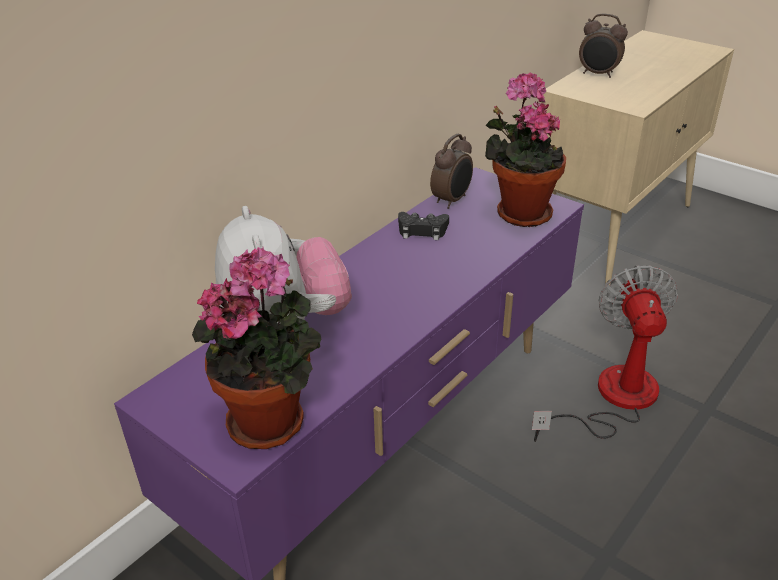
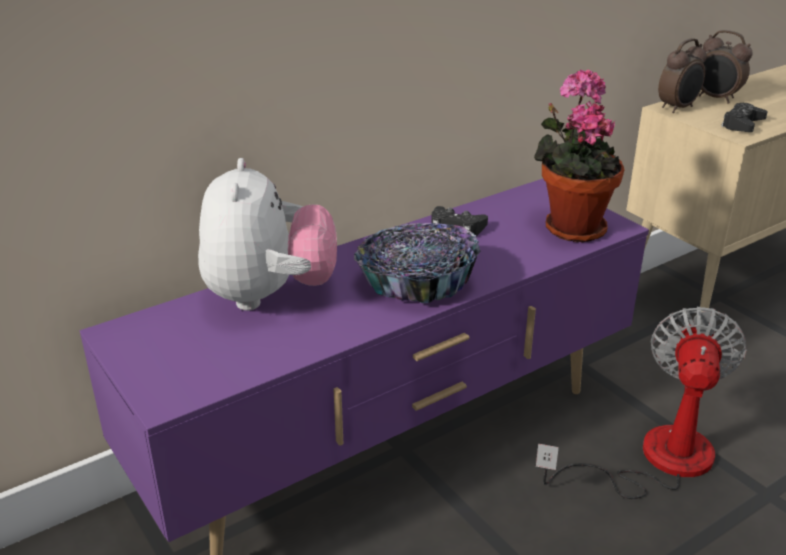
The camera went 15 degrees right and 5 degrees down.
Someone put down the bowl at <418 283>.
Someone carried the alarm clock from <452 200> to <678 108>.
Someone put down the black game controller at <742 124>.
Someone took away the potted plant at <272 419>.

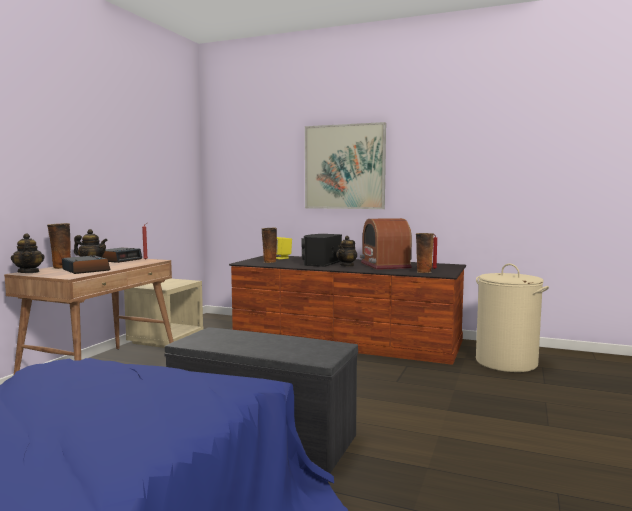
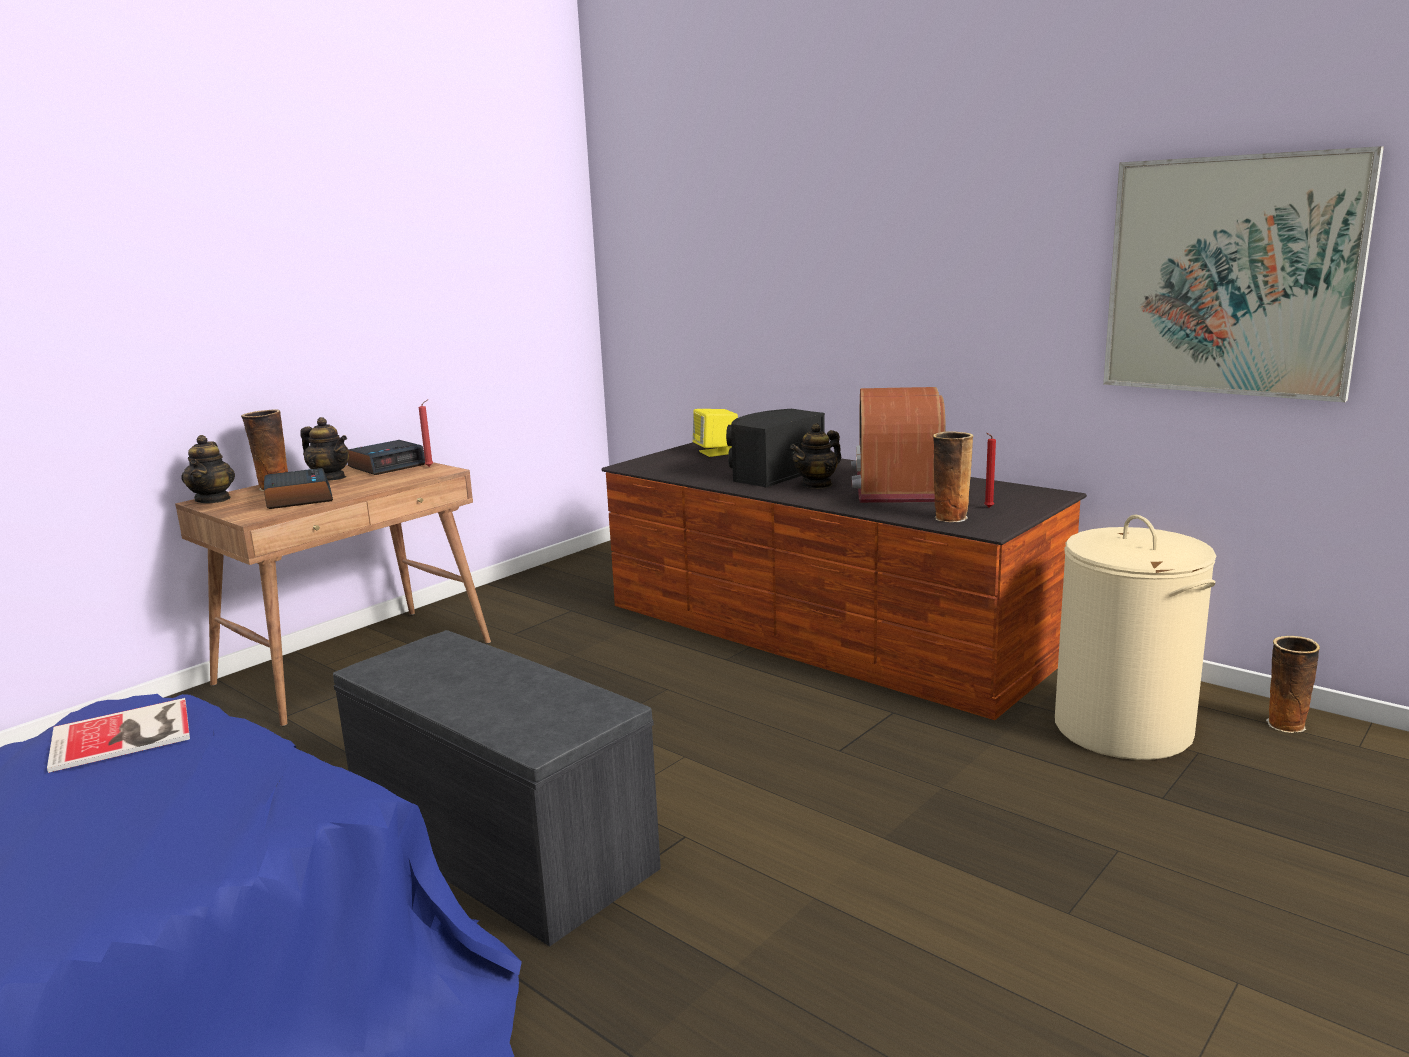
The camera went 20 degrees right and 10 degrees up.
Someone put down the book at <125 735>.
Someone carried the picture from <344 167> to <1231 276>.
Someone carried the vase from <269 262> to <1285 725>.
Someone took away the beige nightstand at <166 339>.

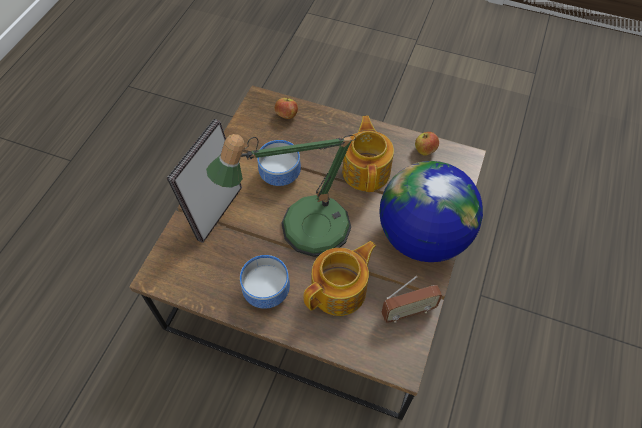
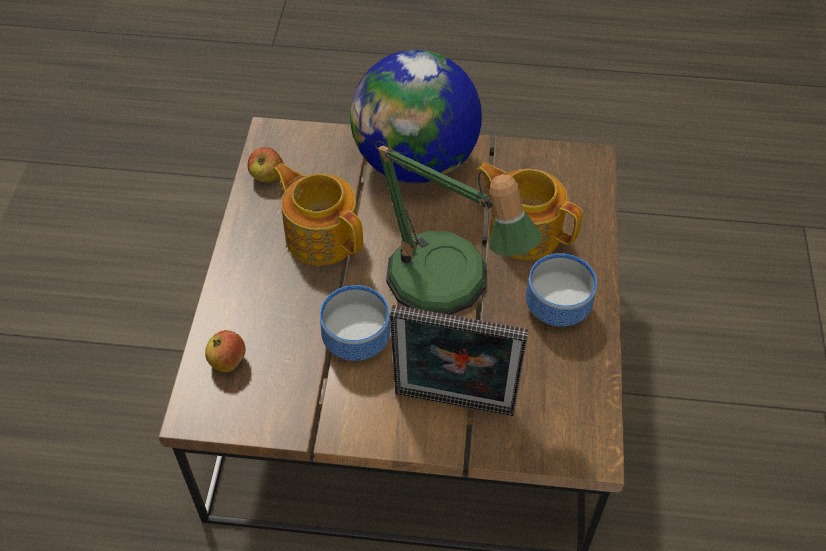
The camera went 105 degrees left and 5 degrees down.
Someone rotated the teapot at <366 170> by 60 degrees clockwise.
Someone took away the radio at <408 312>.

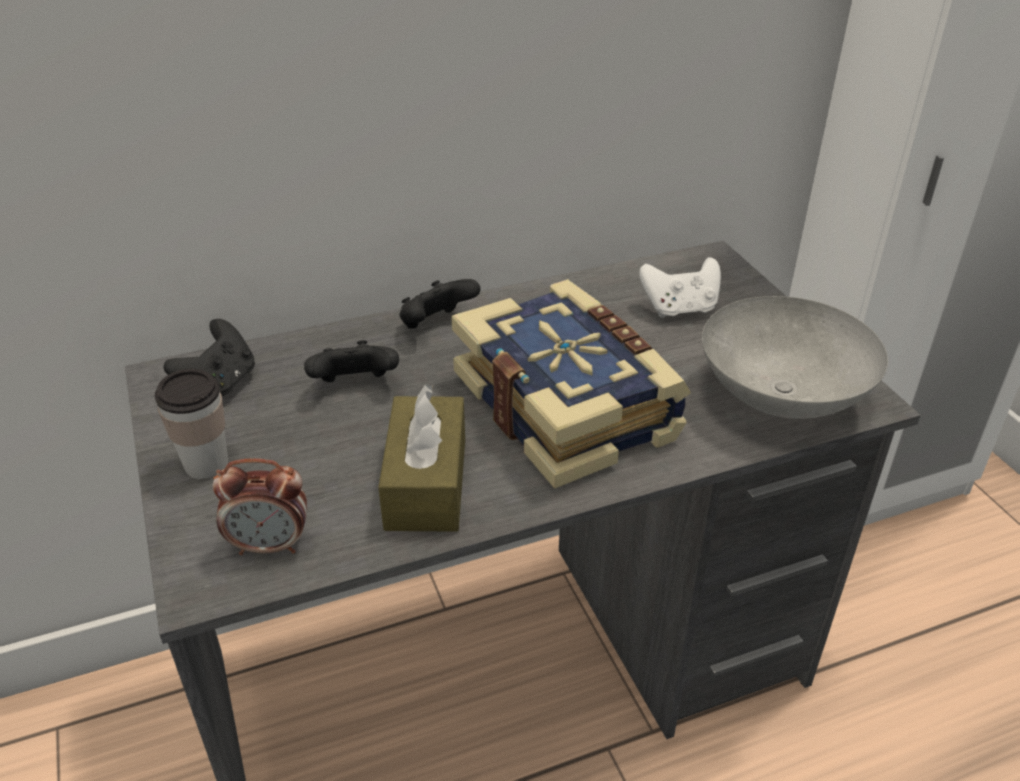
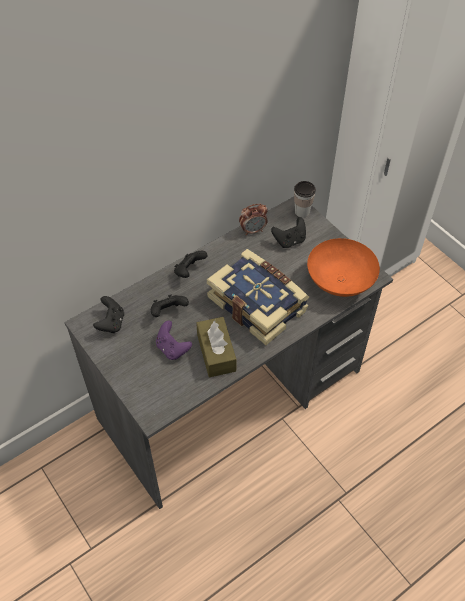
The camera went 15 degrees left and 15 degrees up.
Someone put down the purple game controller at <172 349>.
Someone carried the alarm clock from <270 545> to <253 230>.
Someone repainted the white game controller at <680 309>, which became the black game controller at <289 241>.
Someone carried the cup from <206 464> to <302 212>.
Someone repainted the grey bowl at <781 396>, which became the orange bowl at <340 281>.

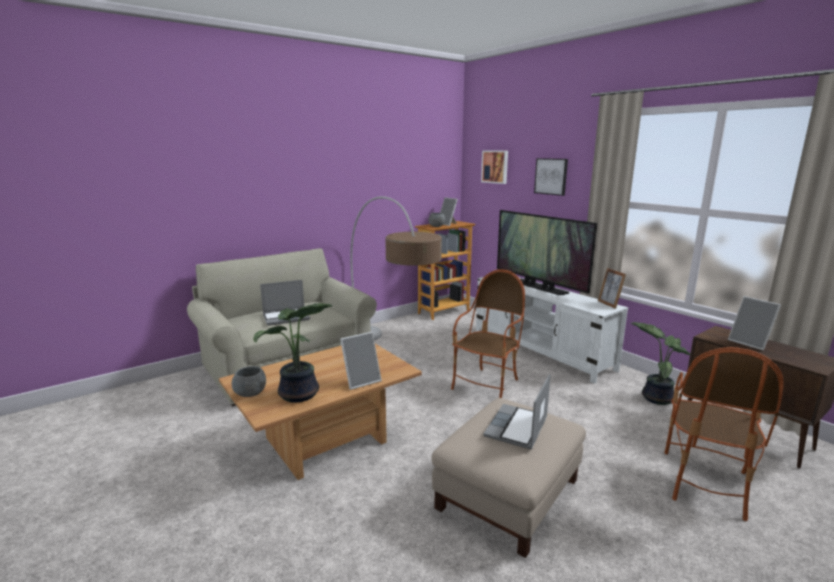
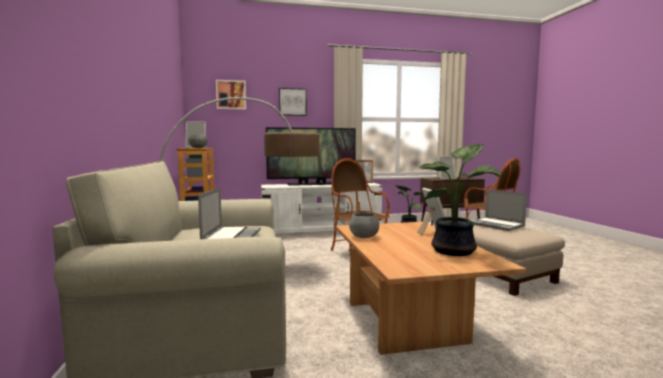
The camera went 65 degrees left and 10 degrees down.
Someone carried the grey bowl from <250 394> to <364 237>.

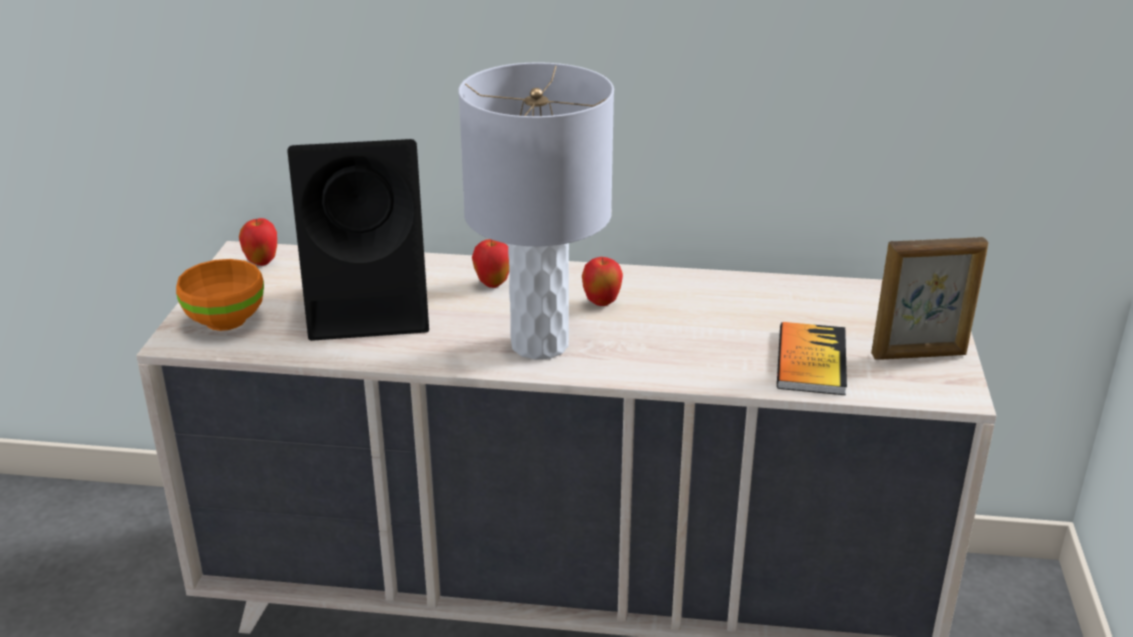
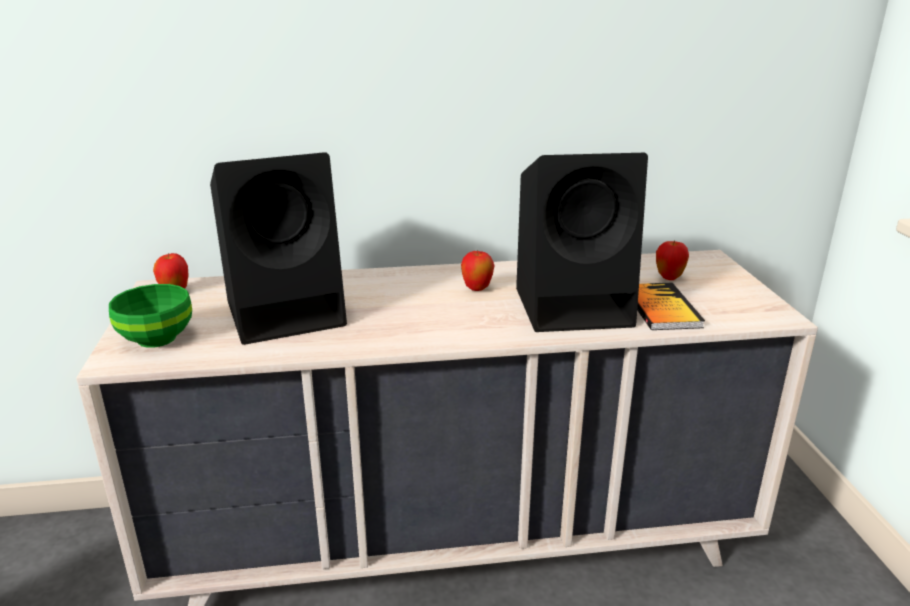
The camera went 15 degrees left and 5 degrees down.
Someone repainted the orange bowl at <225 321>, which became the green bowl at <156 339>.
Someone put down the black speaker at <576 307>.
Someone carried the apple from <493 284> to <669 278>.
Someone took away the grey table lamp at <539 344>.
Someone took away the picture frame at <919 355>.

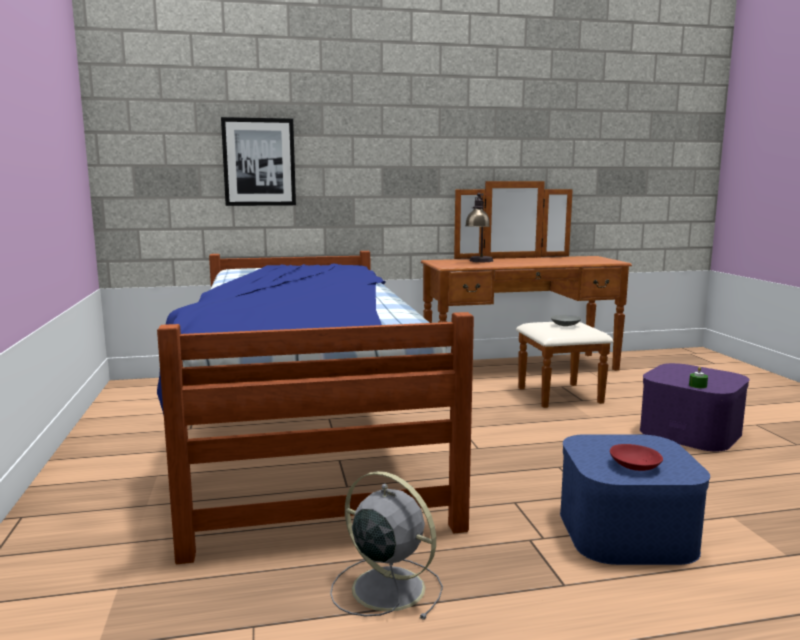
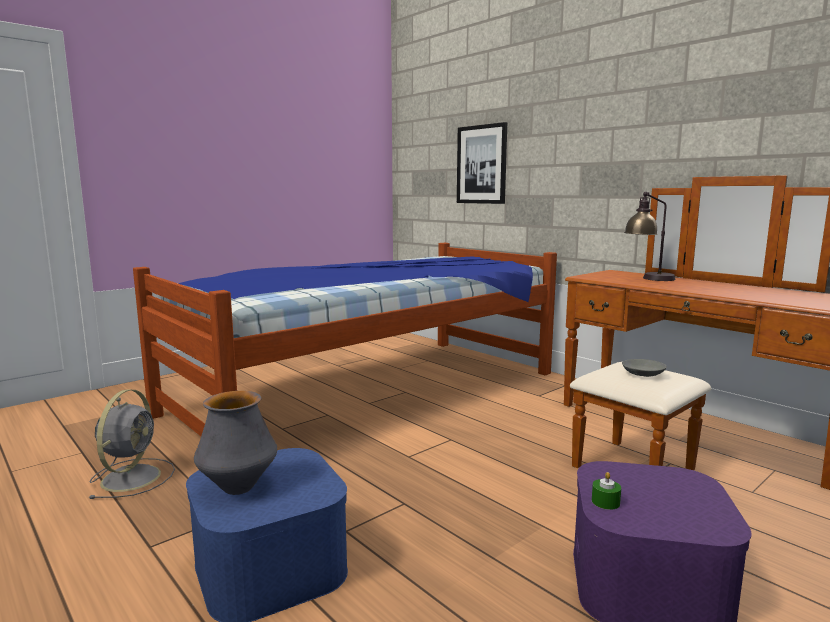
The camera went 60 degrees right and 0 degrees up.
Someone swapped the red bowl at <635 466> for the vase at <238 488>.

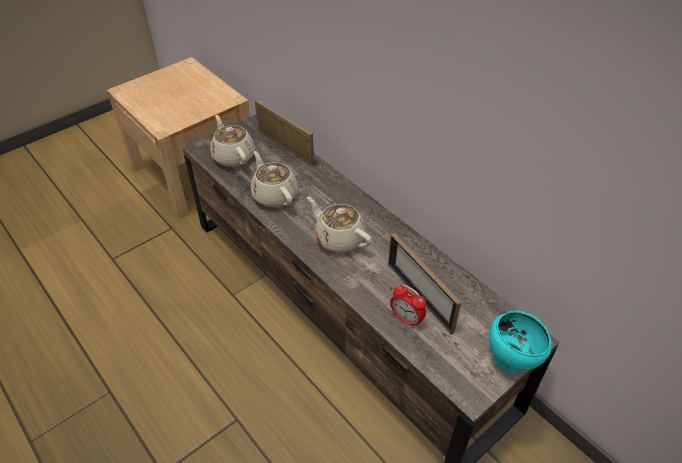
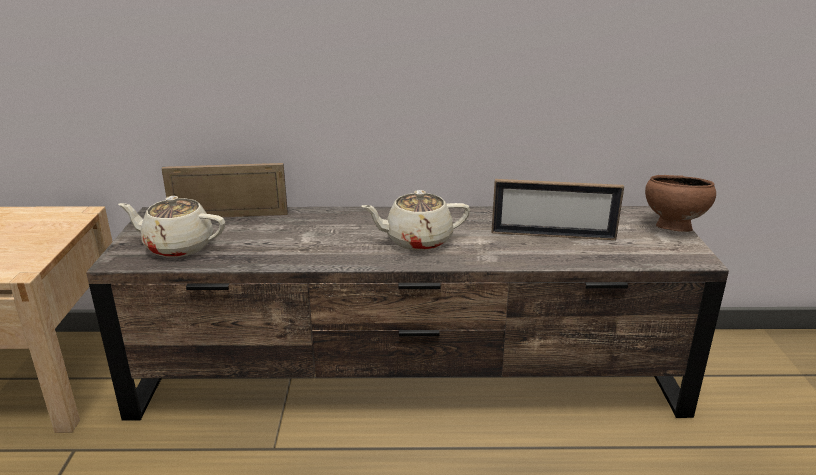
The camera went 50 degrees left and 20 degrees down.
Someone repainted the turquoise bowl at <510 359>, which became the brown bowl at <671 228>.
Someone took away the beige teapot at <274 195>.
Someone took away the alarm clock at <406 319>.

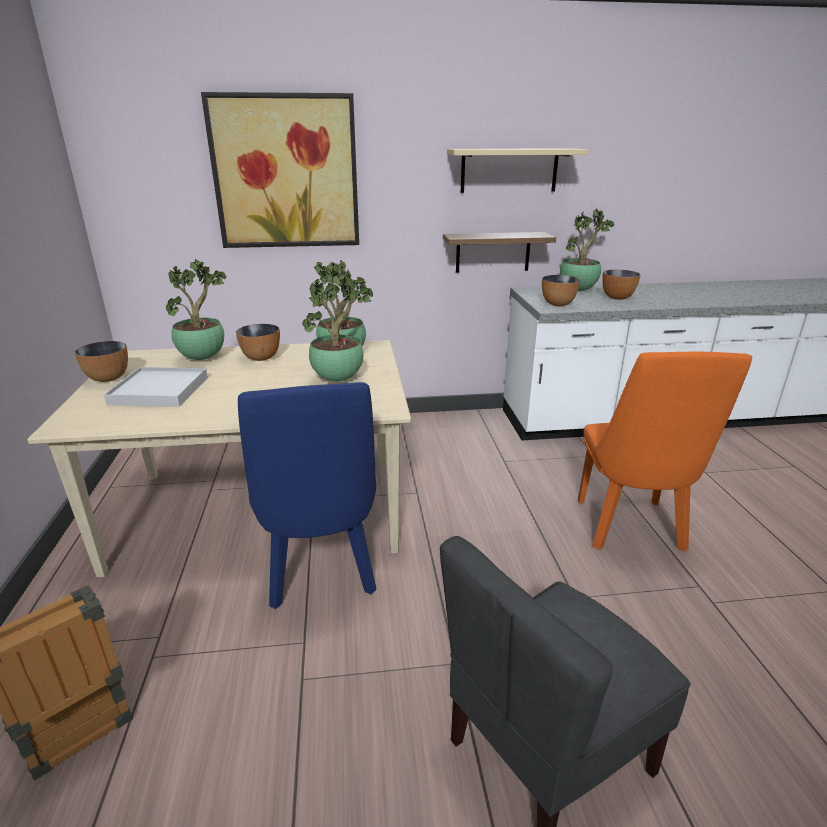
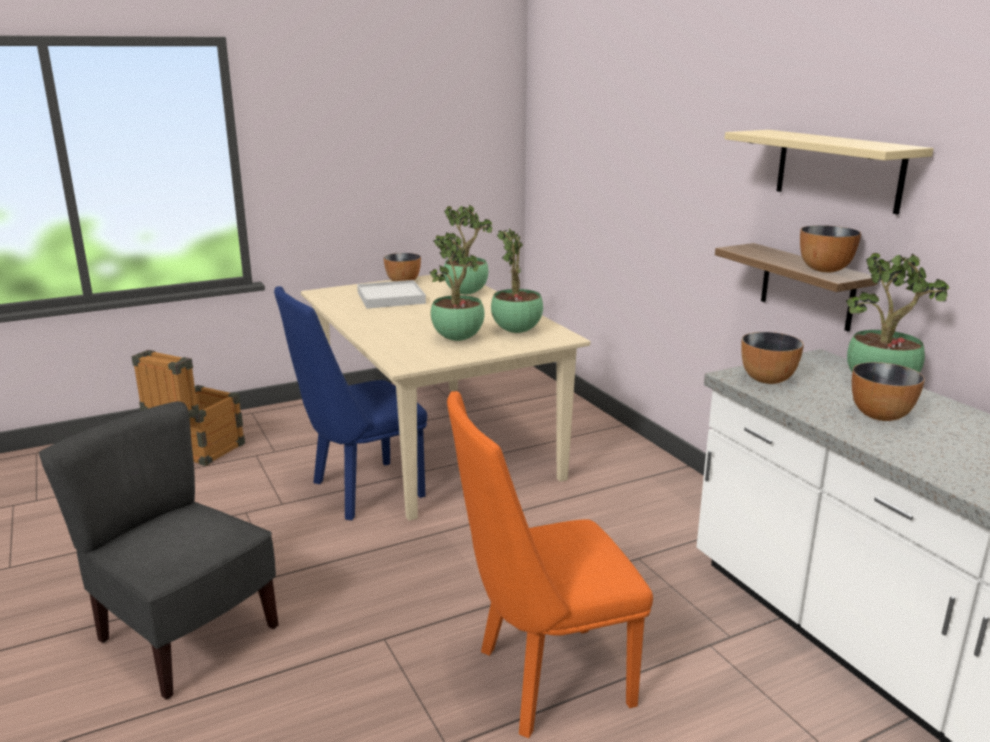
The camera went 70 degrees right and 5 degrees down.
Someone carried the bowl from <261 358> to <825 269>.
Someone took away the picture at <286 173>.

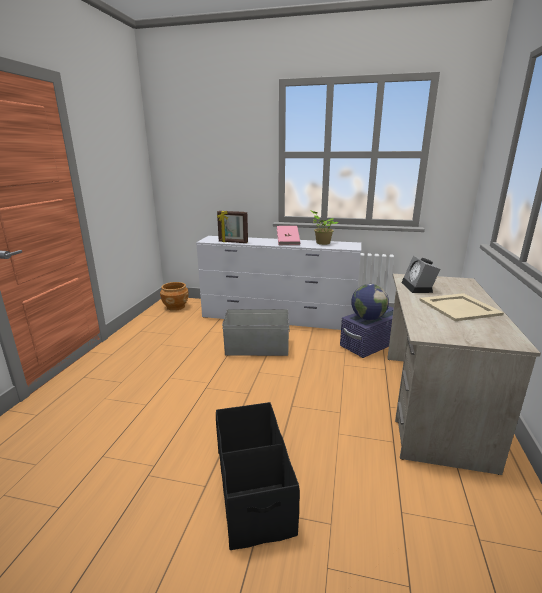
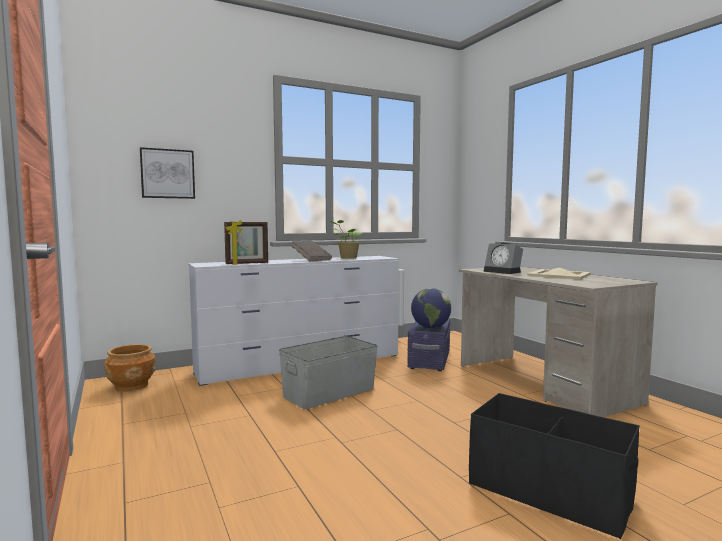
The camera went 40 degrees left and 15 degrees down.
Someone put up the picture at <167 174>.
Someone repainted the pink book at <288 242>, which became the brown book at <311 259>.

